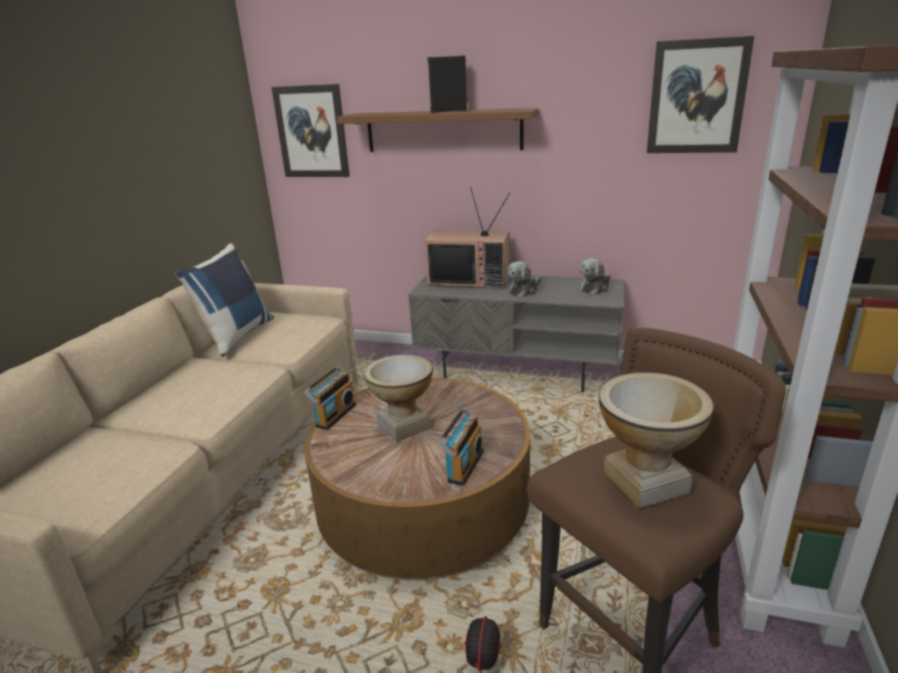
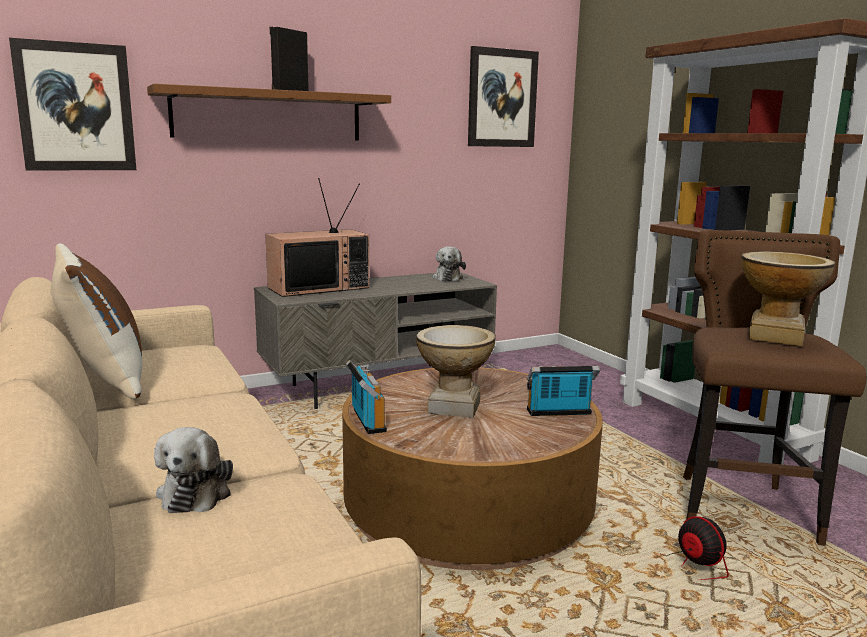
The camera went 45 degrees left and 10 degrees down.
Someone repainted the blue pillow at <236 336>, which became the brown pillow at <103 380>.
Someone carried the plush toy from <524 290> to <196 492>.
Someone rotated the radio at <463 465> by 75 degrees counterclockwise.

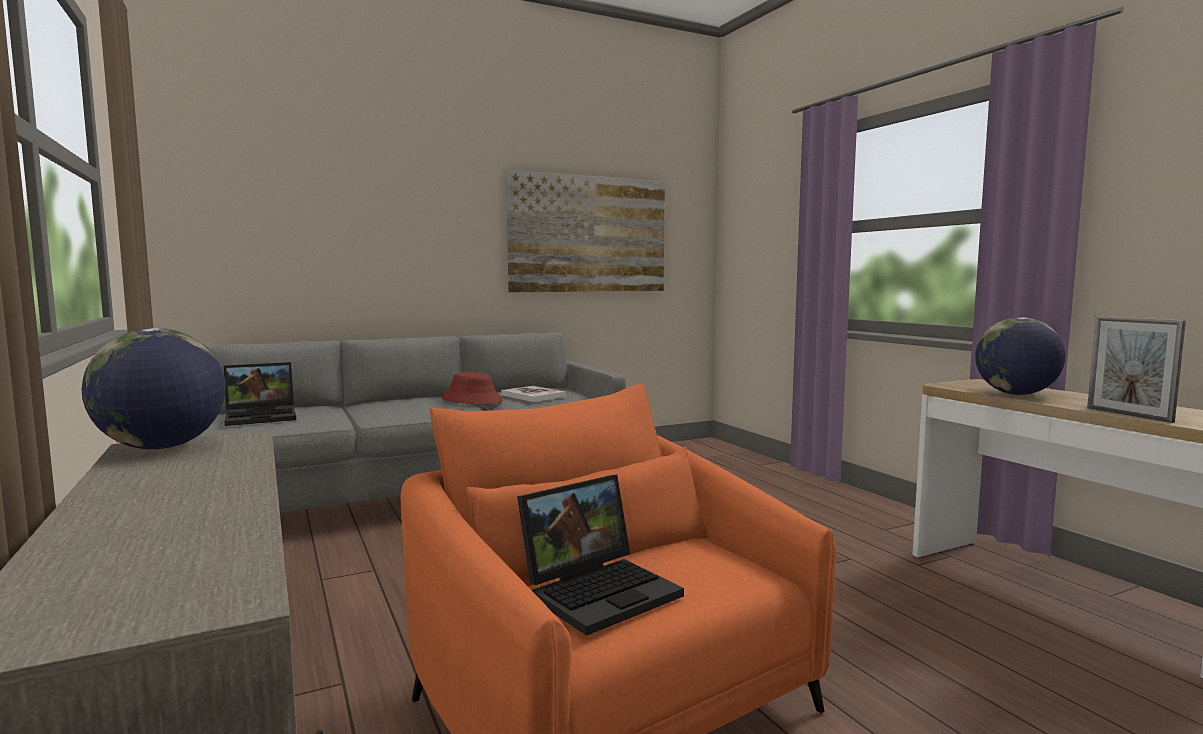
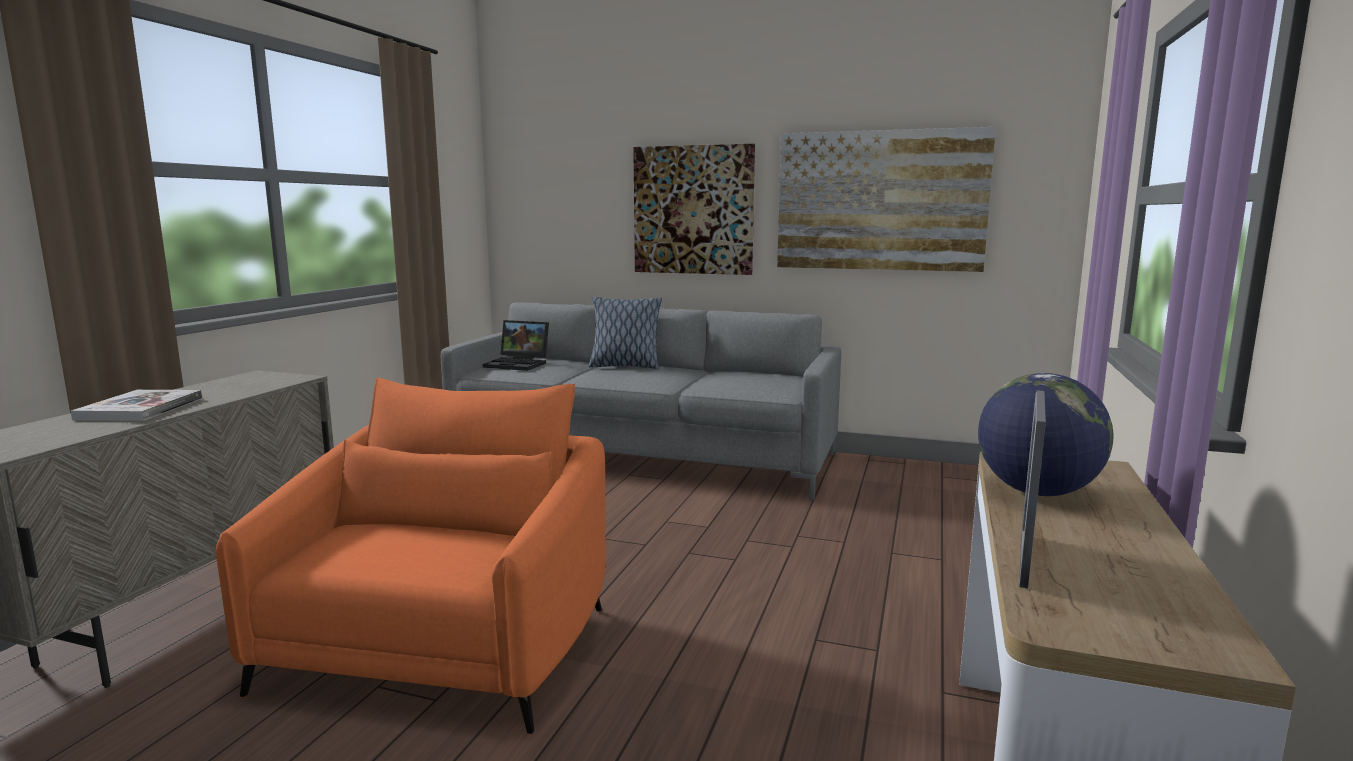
The camera went 45 degrees right and 5 degrees up.
Someone carried the book from <533 396> to <140 408>.
Someone put down the pillow at <624 366>.
Someone put up the picture at <693 210>.
Someone took away the globe at <162 447>.
Someone took away the red hat at <472 400>.
Someone took away the laptop at <601 590>.

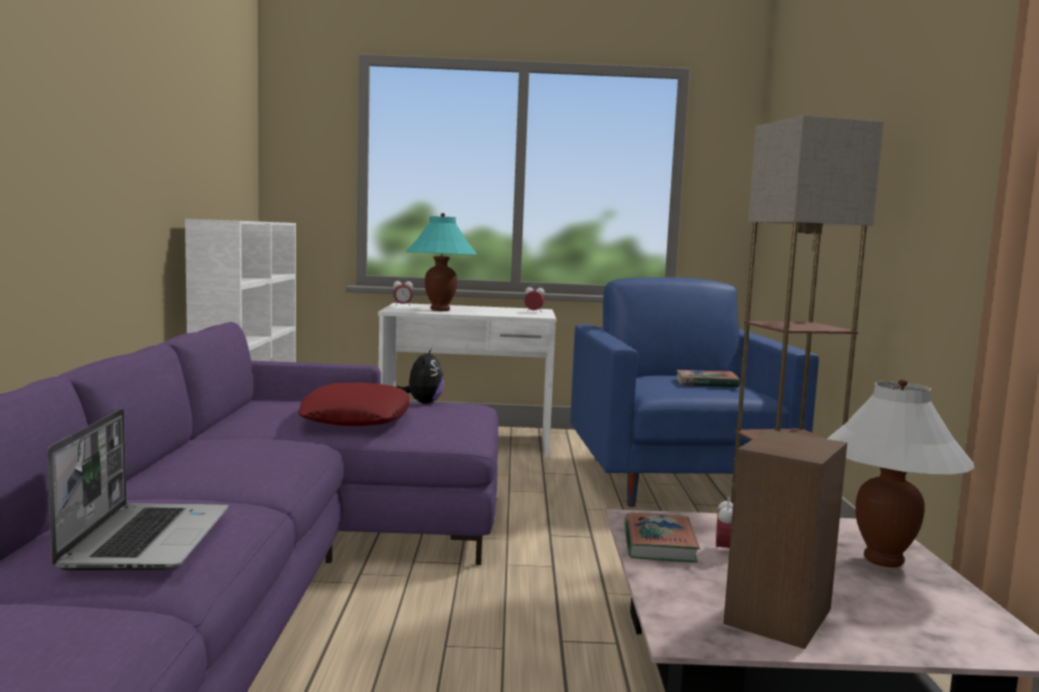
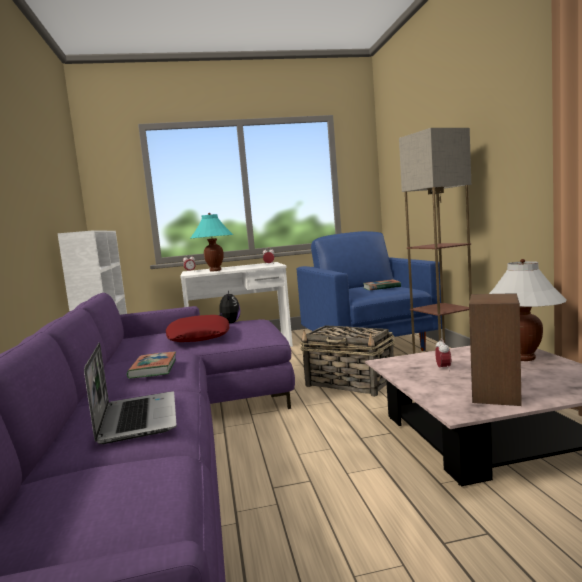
The camera went 10 degrees left and 0 degrees up.
Someone carried the book from <659 544> to <153 369>.
Someone put down the basket at <350 383>.

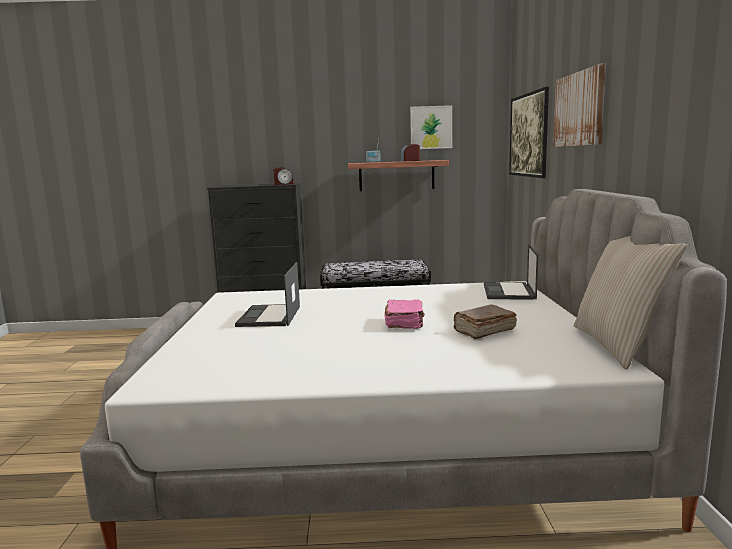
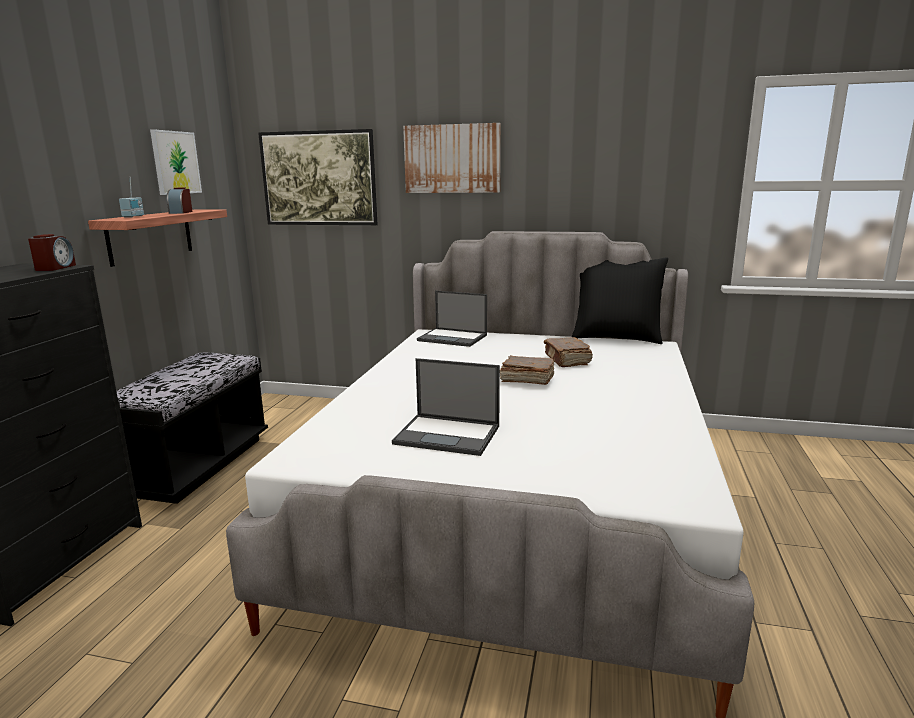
The camera went 75 degrees left and 5 degrees up.
Someone repainted the pink book at <405 323>, which became the brown book at <526 379>.
Someone repainted the beige pillow at <618 346>, which became the black pillow at <616 337>.

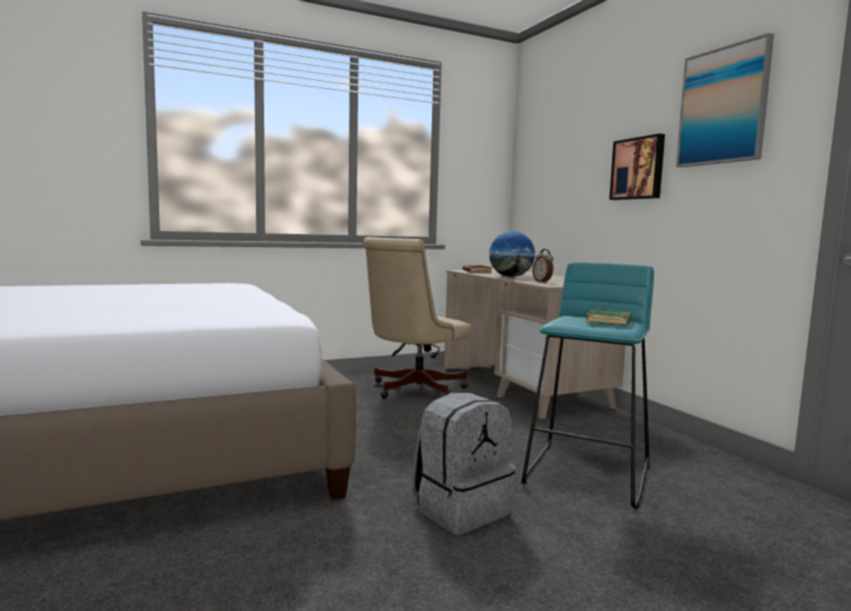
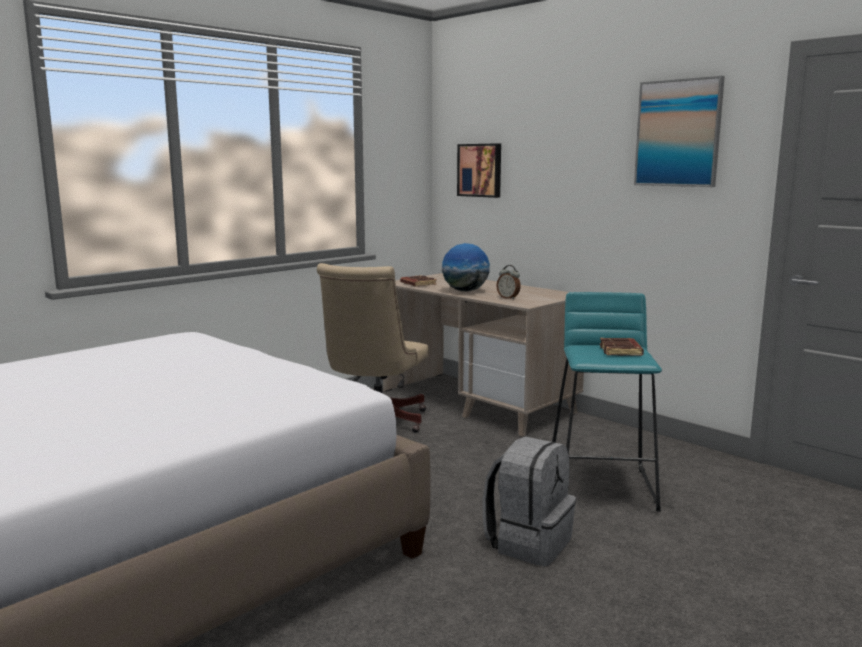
The camera went 20 degrees left and 5 degrees up.
Someone carried the picture from <638 169> to <480 170>.
Someone repainted the green book at <609 322>, which became the brown book at <621 351>.

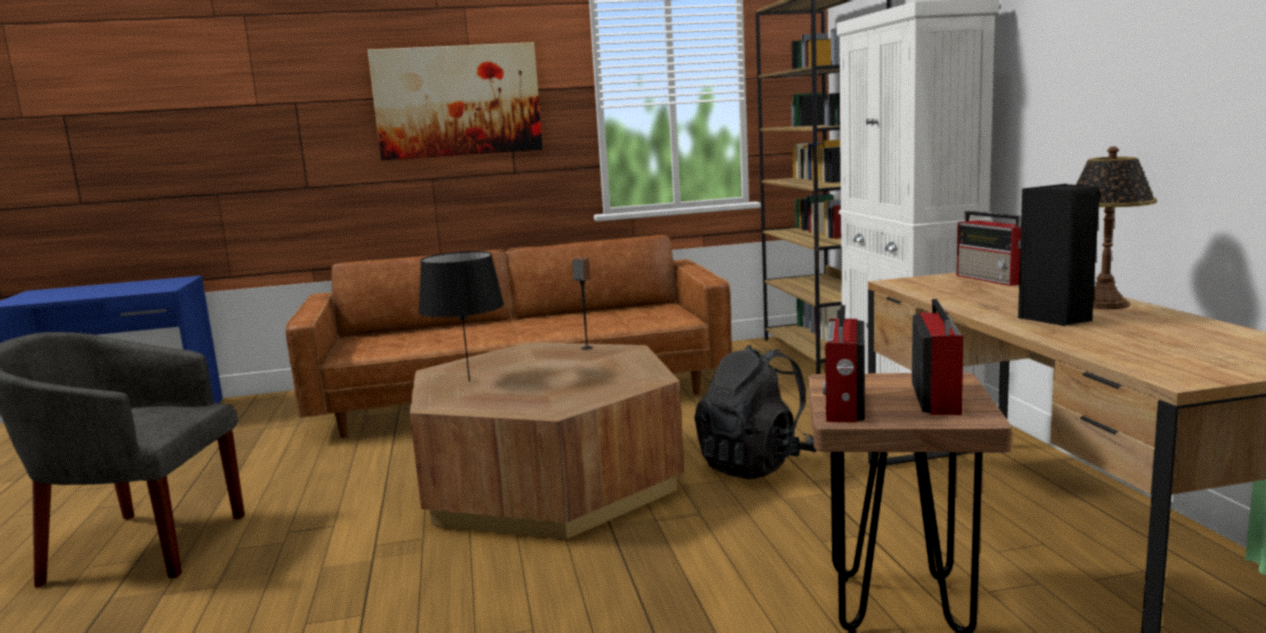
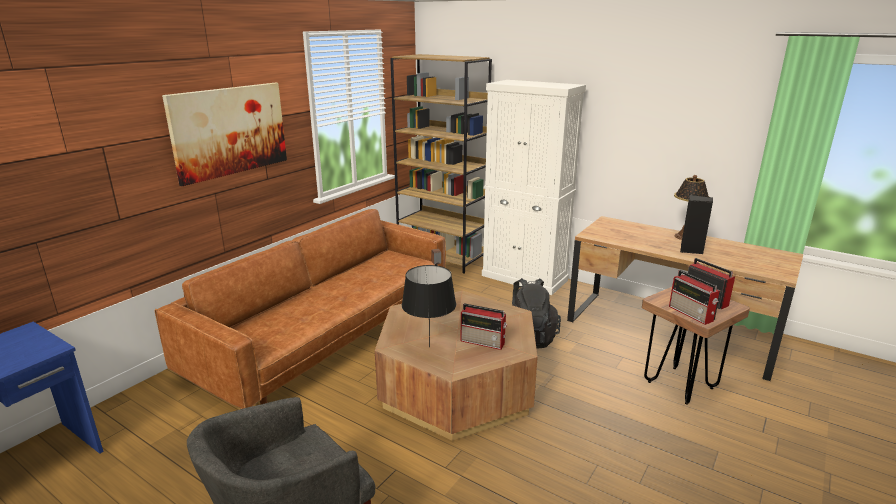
The camera went 45 degrees left and 10 degrees up.
Someone carried the radio from <993 279> to <483 342>.

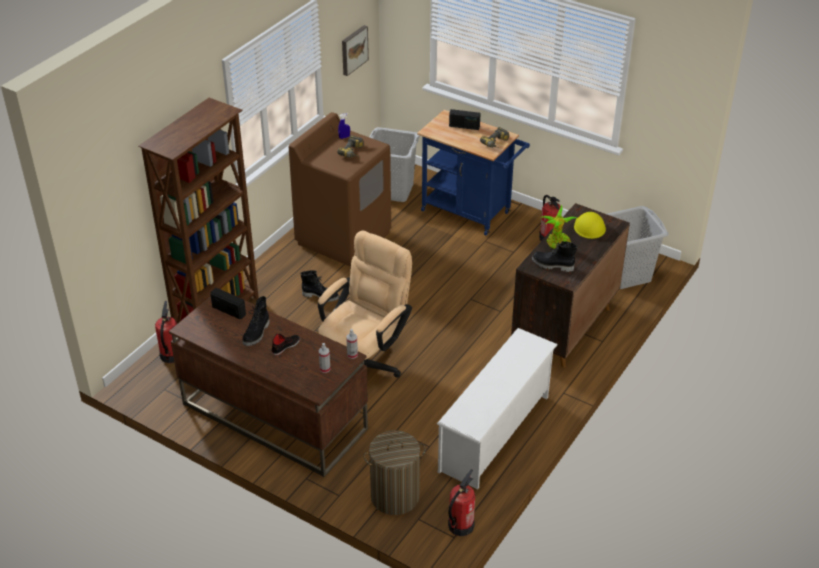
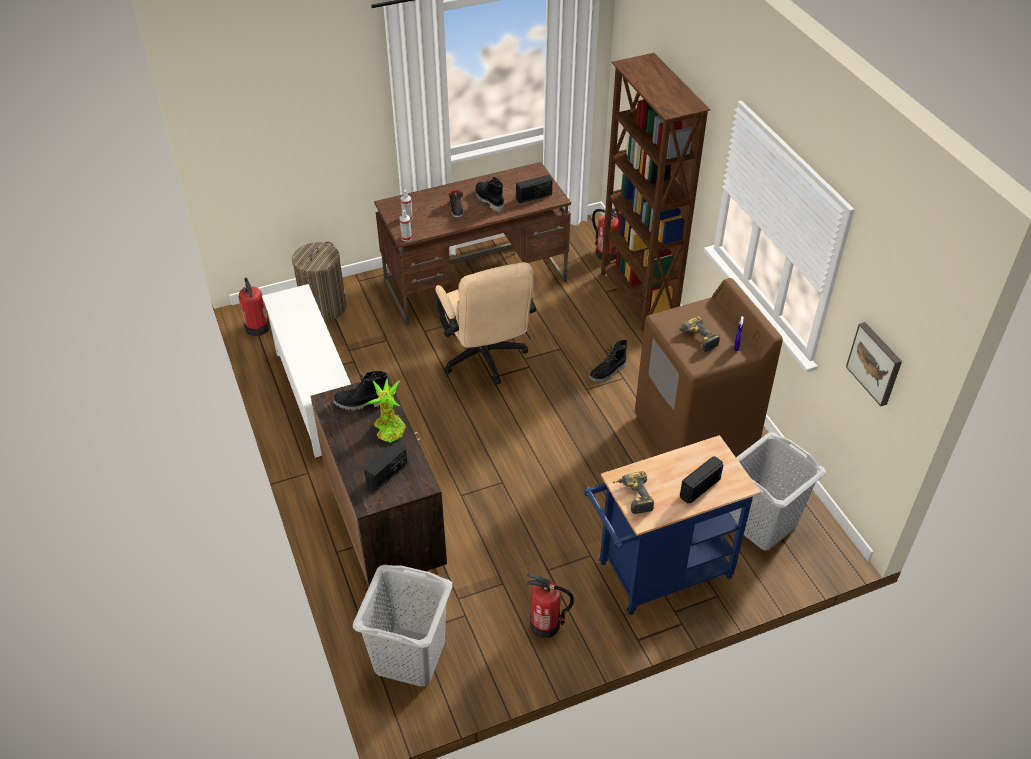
The camera went 125 degrees right and 5 degrees up.
Someone rotated the black boot at <552 265> by 150 degrees counterclockwise.
Someone swapped the yellow hard hat at <589 227> for the radio at <387 474>.

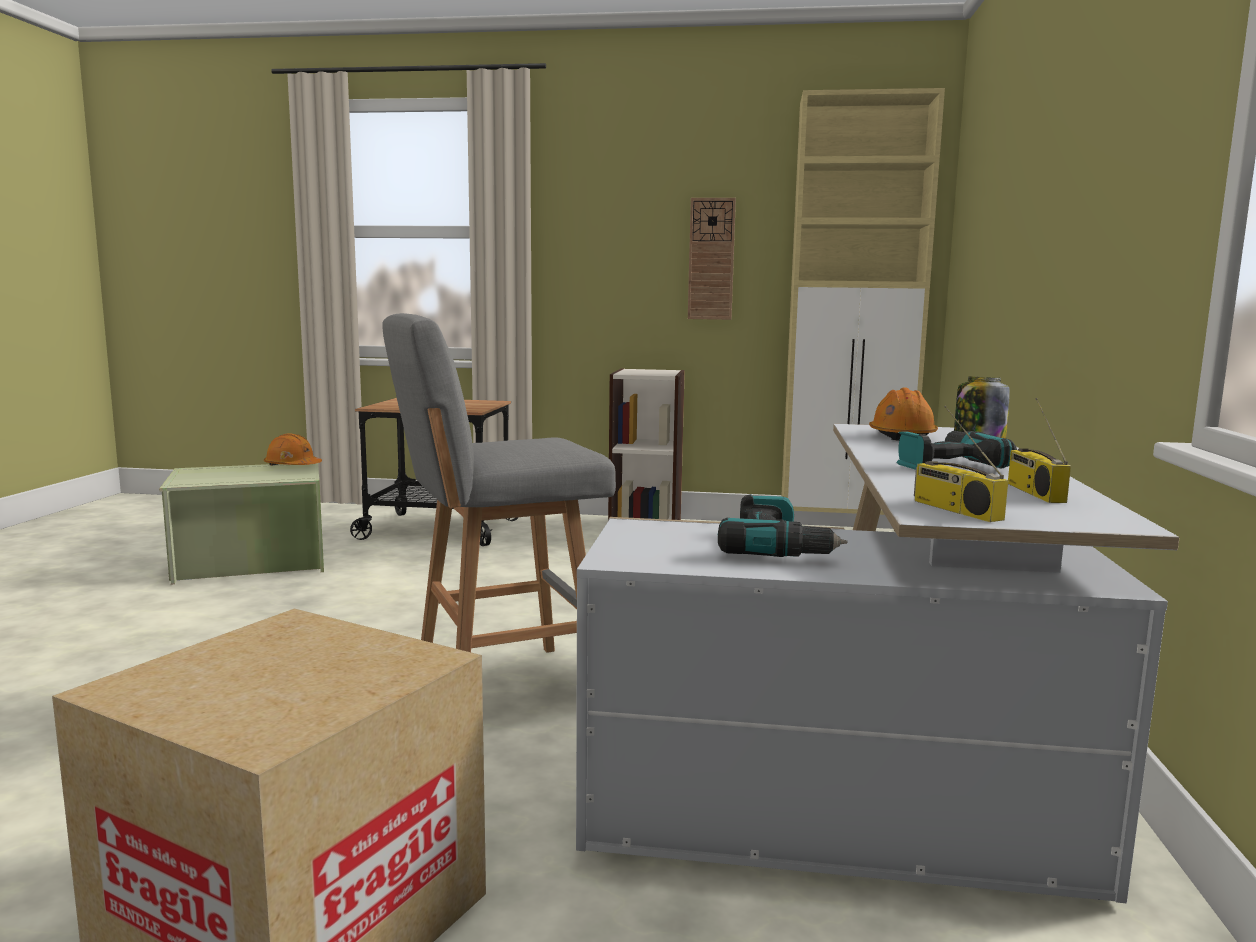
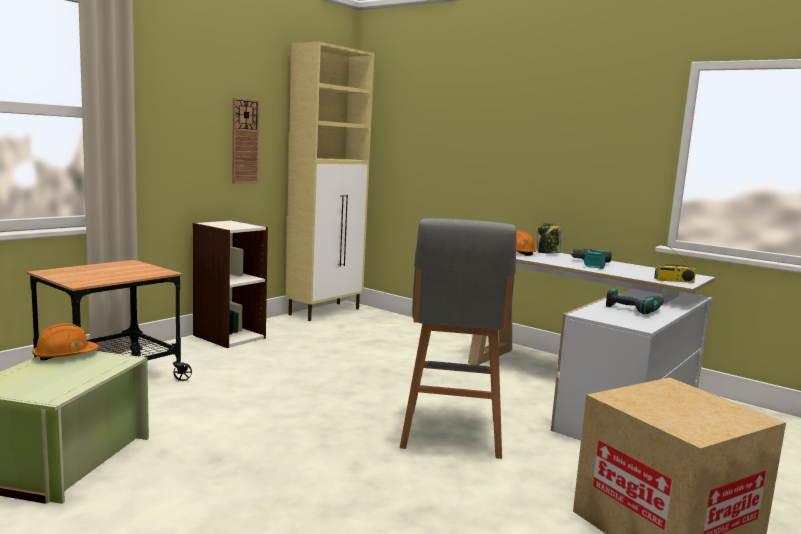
The camera went 60 degrees left and 0 degrees up.
Someone took away the radio at <1033 492>.

